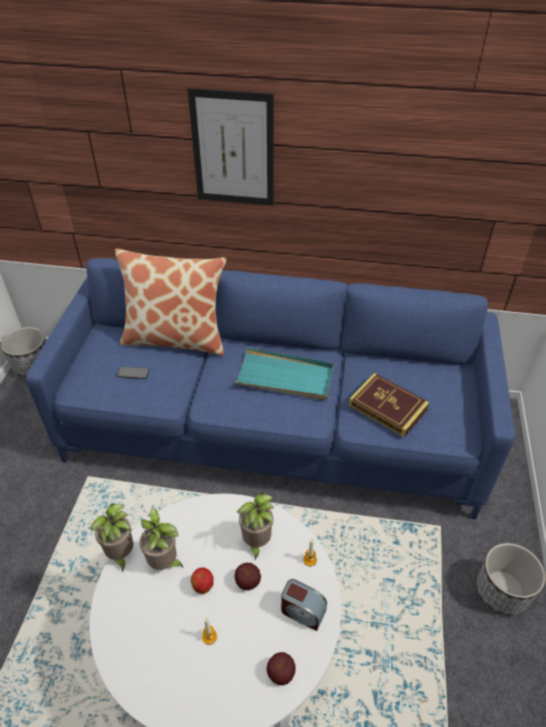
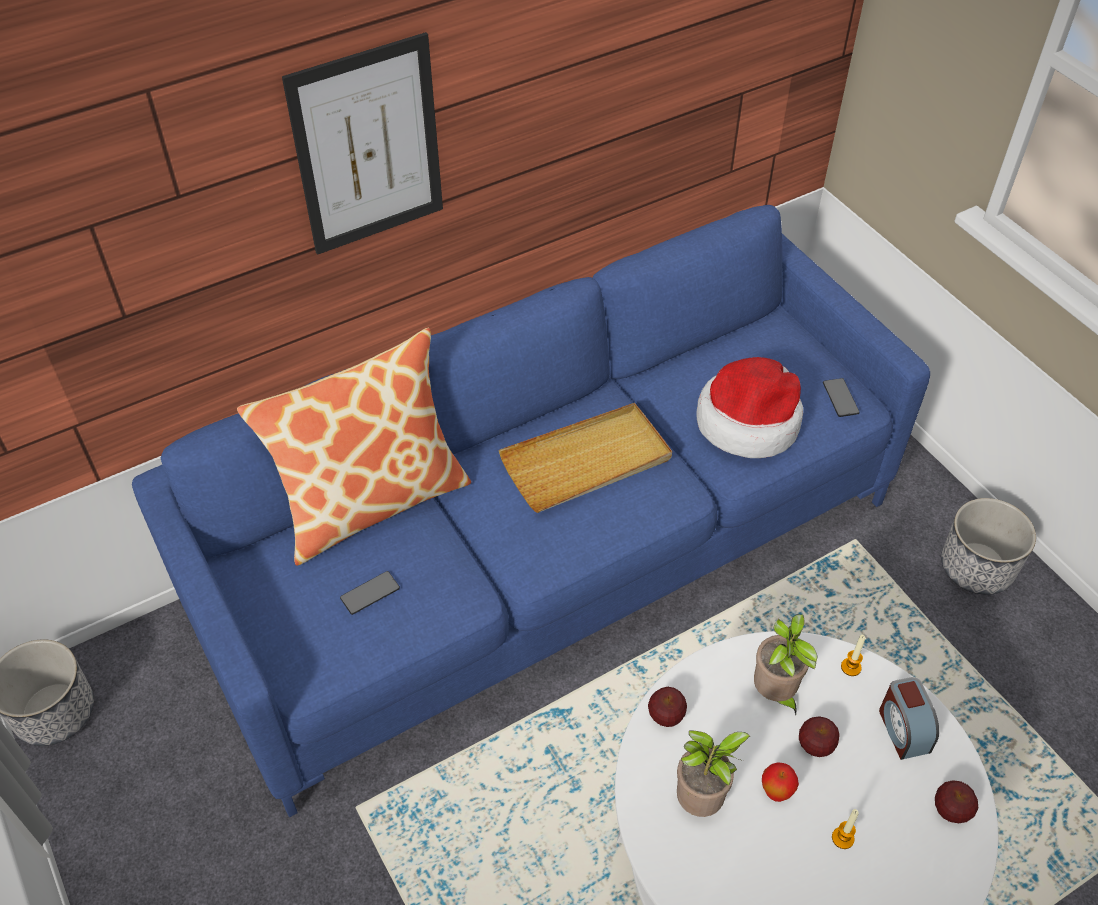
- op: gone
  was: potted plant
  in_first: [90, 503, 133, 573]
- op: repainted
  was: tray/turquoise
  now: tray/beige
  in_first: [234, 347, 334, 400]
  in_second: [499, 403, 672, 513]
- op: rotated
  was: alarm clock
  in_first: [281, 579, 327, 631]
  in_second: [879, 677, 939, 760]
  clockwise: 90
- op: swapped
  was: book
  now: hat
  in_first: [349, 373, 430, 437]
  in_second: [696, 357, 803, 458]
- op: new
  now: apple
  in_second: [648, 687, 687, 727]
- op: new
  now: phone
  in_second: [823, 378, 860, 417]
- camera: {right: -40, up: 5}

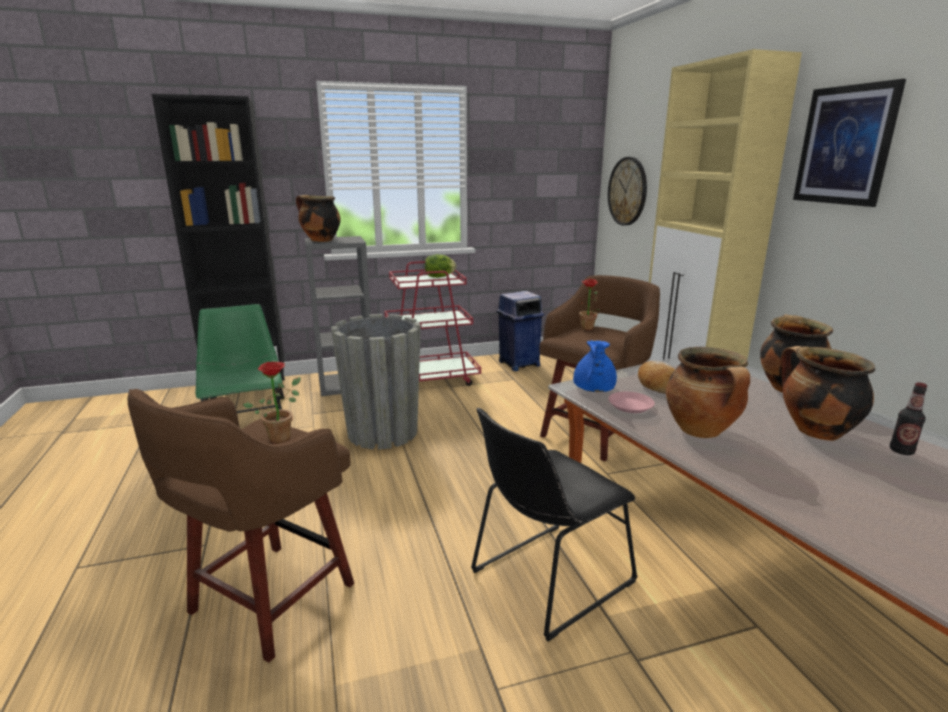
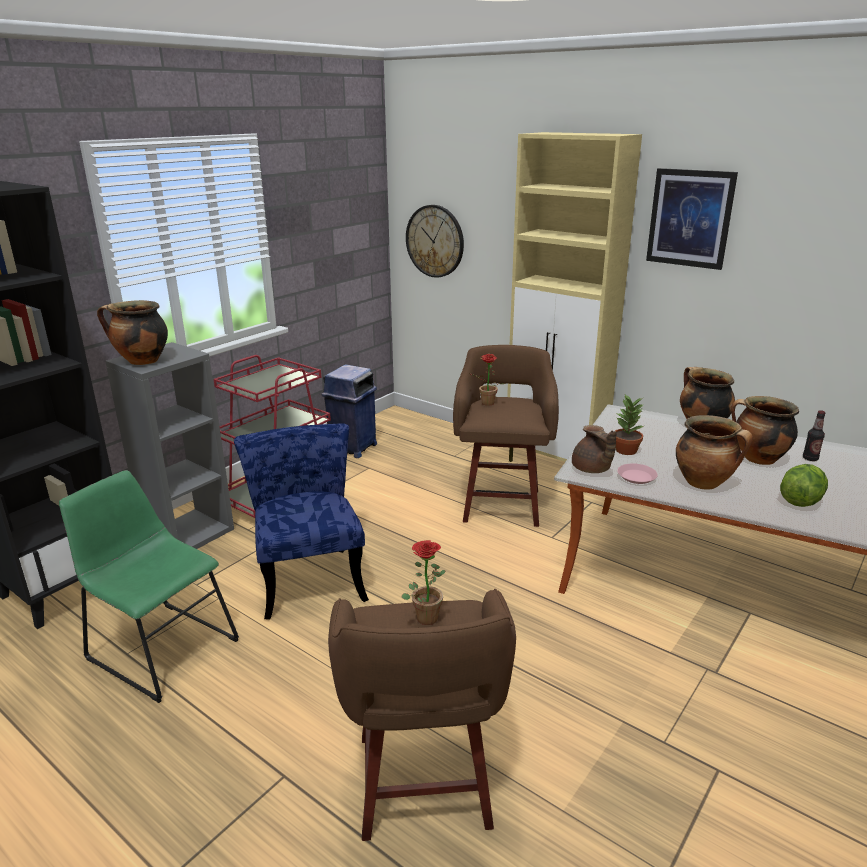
- op: swapped
  was: planter/grey
  now: chair/blue
  in_first: [331, 314, 421, 450]
  in_second: [234, 423, 369, 619]
- op: shifted
  was: lettuce
  in_first: [425, 254, 456, 278]
  in_second: [780, 464, 828, 507]
- op: gone
  was: chair/black
  in_first: [471, 408, 637, 642]
- op: repainted
  was: teapot/blue
  now: teapot/brown
  in_first: [573, 340, 617, 392]
  in_second: [572, 425, 617, 473]
- op: swapped
  was: bread
  now: potted plant
  in_first: [638, 361, 675, 394]
  in_second: [614, 395, 644, 455]
- camera: {right: -35, up: 5}

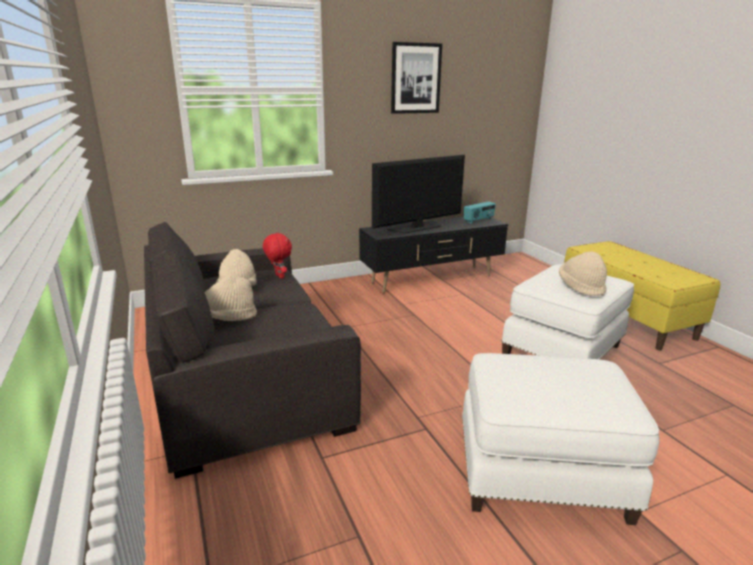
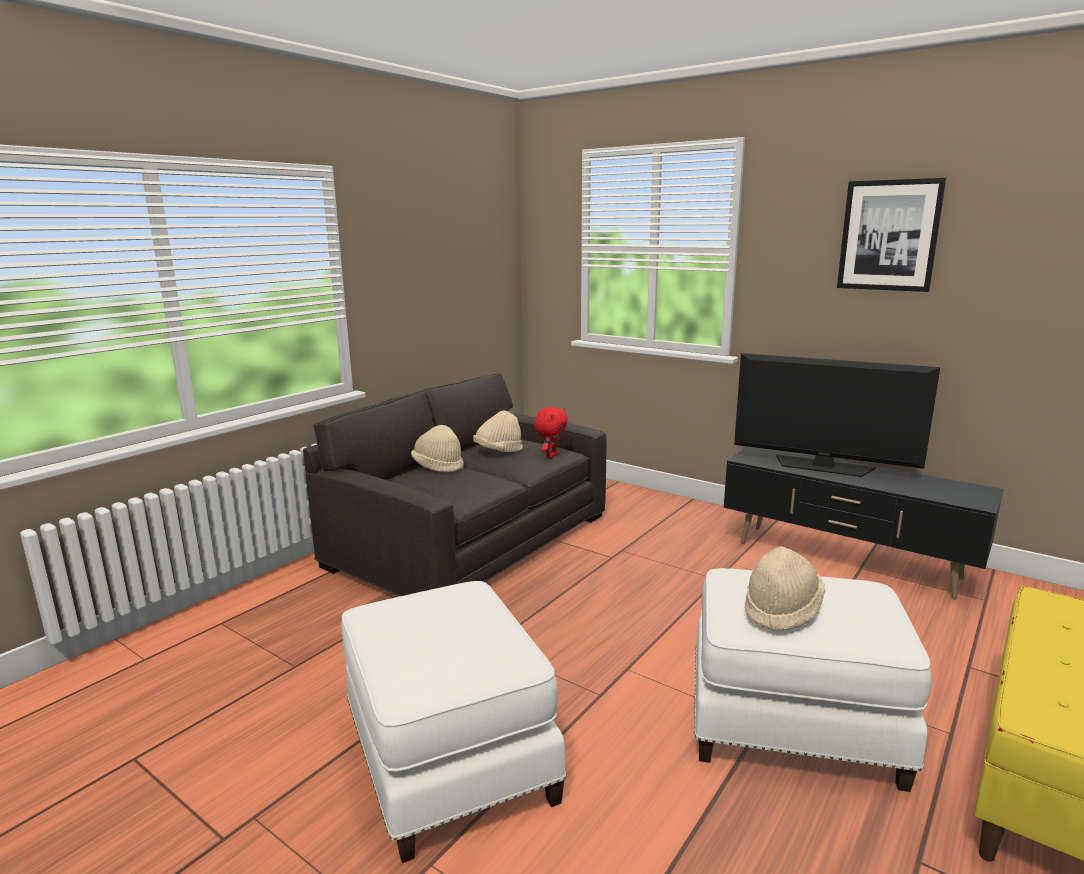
- op: gone
  was: radio
  in_first: [464, 202, 496, 224]
- camera: {right: 60, up: -5}

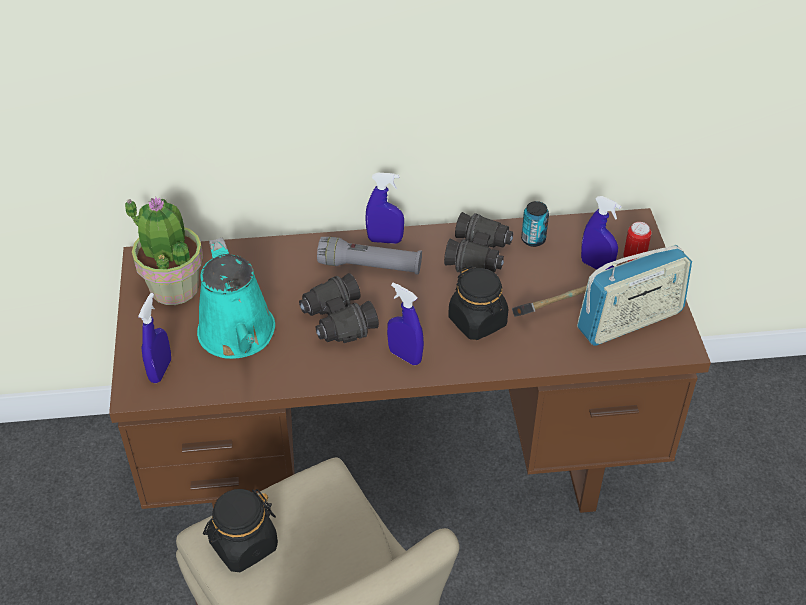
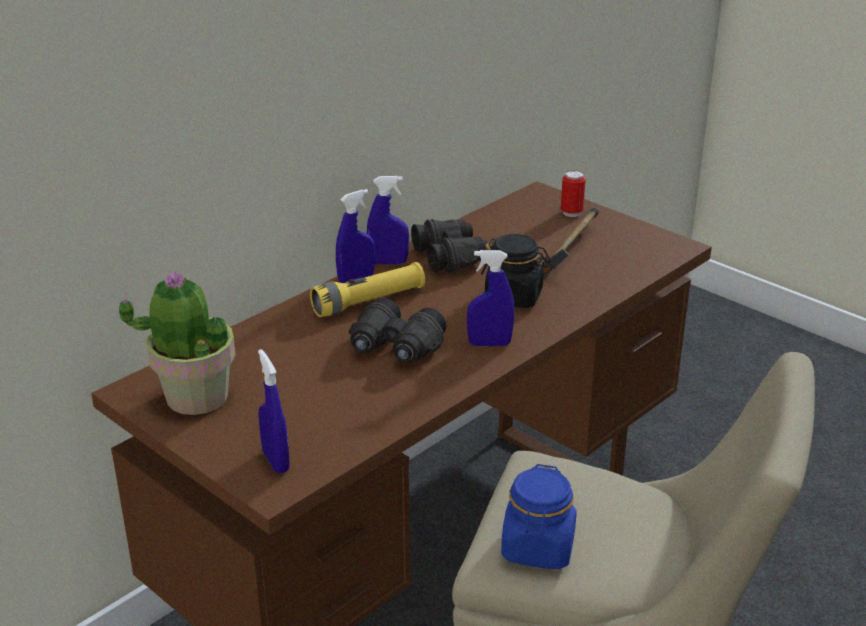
- op: gone
  was: watering can/turquoise
  in_first: [197, 238, 275, 359]
- op: repainted
  was: jar/black
  now: jar/blue
  in_first: [203, 489, 278, 572]
  in_second: [501, 464, 577, 569]
- op: repainted
  was: flashlight/grey
  now: flashlight/yellow
  in_first: [317, 237, 422, 274]
  in_second: [310, 262, 425, 317]
- op: gone
  was: can
  in_first: [521, 201, 549, 247]
- op: gone
  was: radio
  in_first: [577, 244, 692, 345]
- op: shifted
  was: spray bottle/blue
  in_first: [581, 196, 621, 270]
  in_second: [367, 176, 409, 264]
- camera: {right: -40, up: -15}

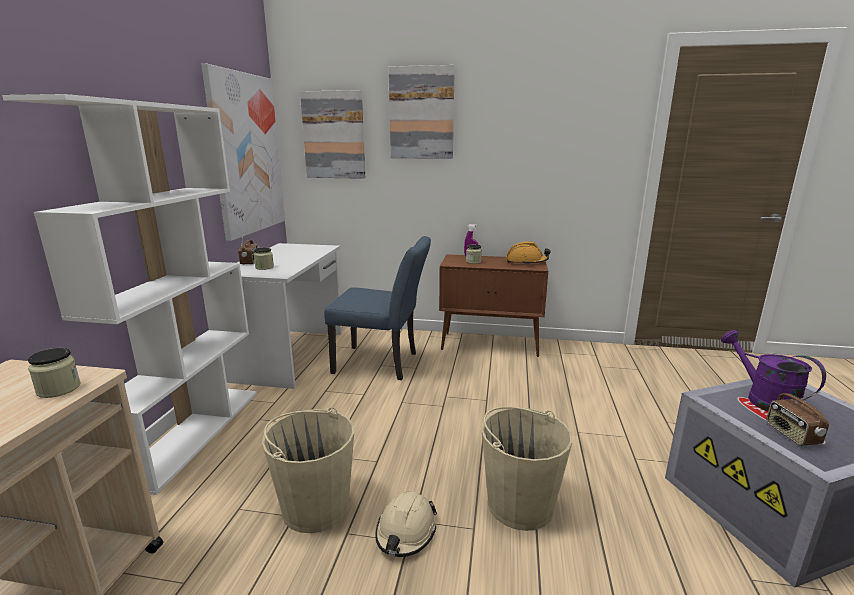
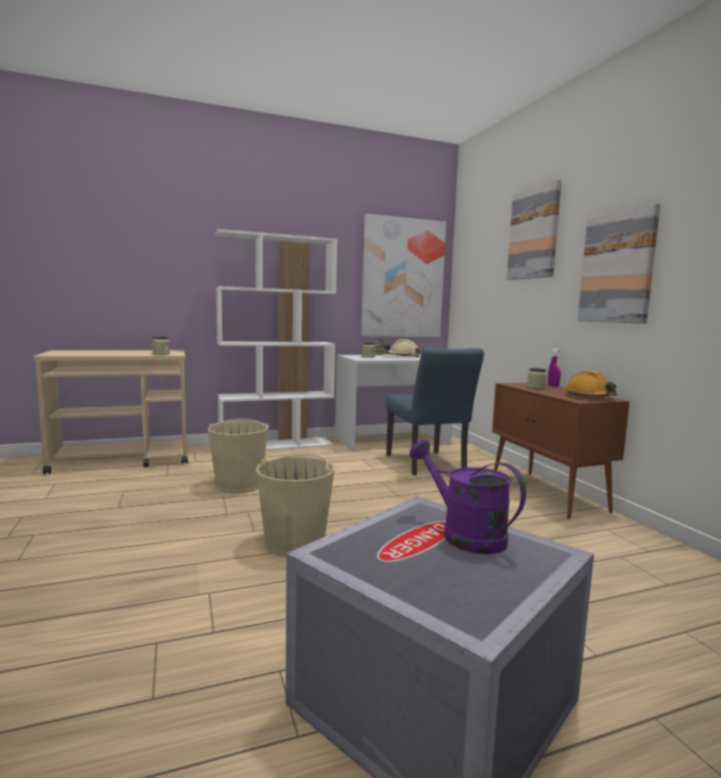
- op: shifted
  was: picture
  in_first: [300, 90, 365, 179]
  in_second: [578, 204, 660, 324]
- op: shifted
  was: hard hat/beige
  in_first: [375, 491, 437, 557]
  in_second: [385, 339, 420, 357]
- op: rotated
  was: watering can/purple
  in_first: [721, 330, 826, 412]
  in_second: [409, 439, 526, 554]
  clockwise: -75
- op: gone
  was: radio
  in_first: [767, 391, 829, 446]
- camera: {right: 60, up: -10}

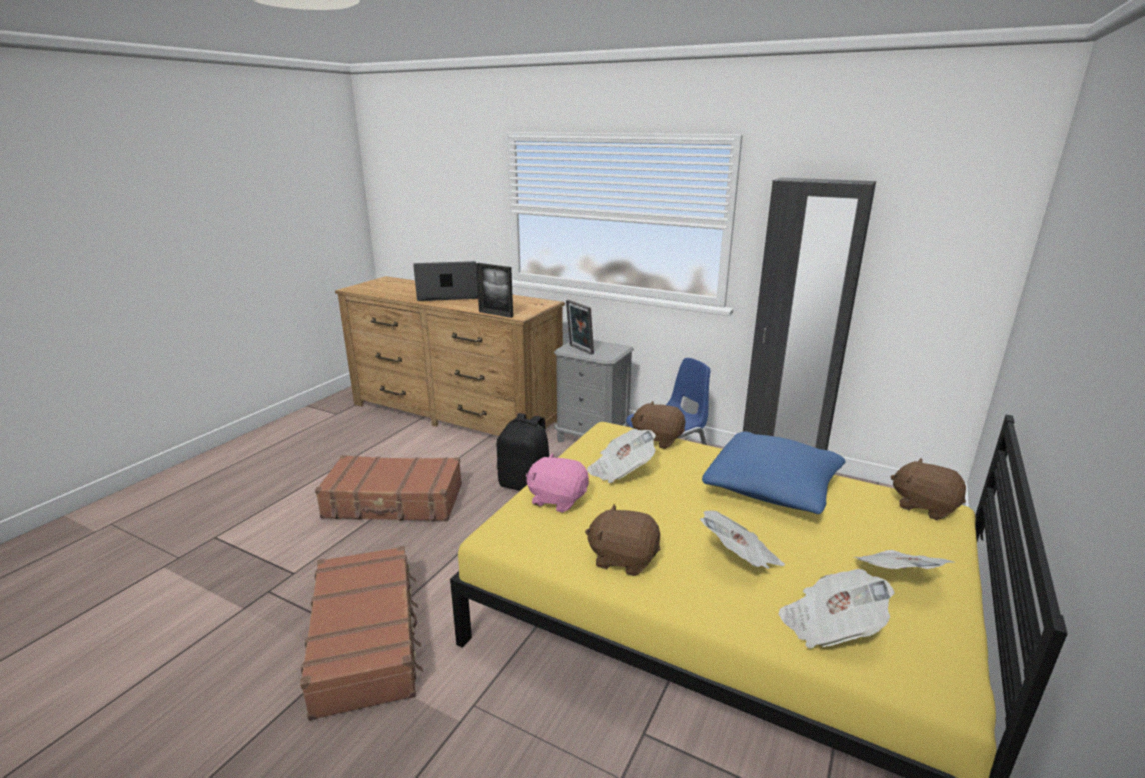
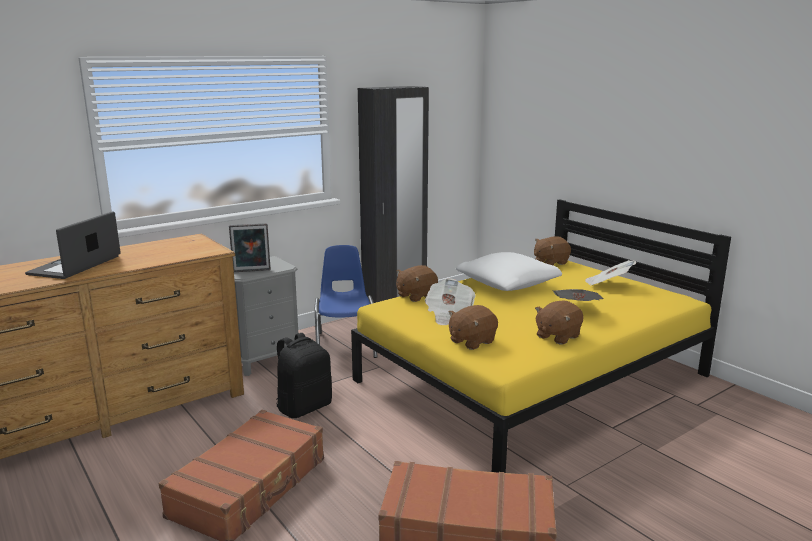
- op: gone
  was: picture frame
  in_first: [476, 263, 513, 318]
- op: repainted
  was: plush toy/pink
  now: plush toy/brown
  in_first: [526, 453, 589, 513]
  in_second: [448, 305, 498, 350]
- op: repainted
  was: pillow/blue
  now: pillow/white
  in_first: [702, 432, 846, 514]
  in_second: [456, 252, 562, 291]
- op: gone
  was: newspaper
  in_first: [778, 569, 895, 649]
- camera: {right: -65, up: -5}

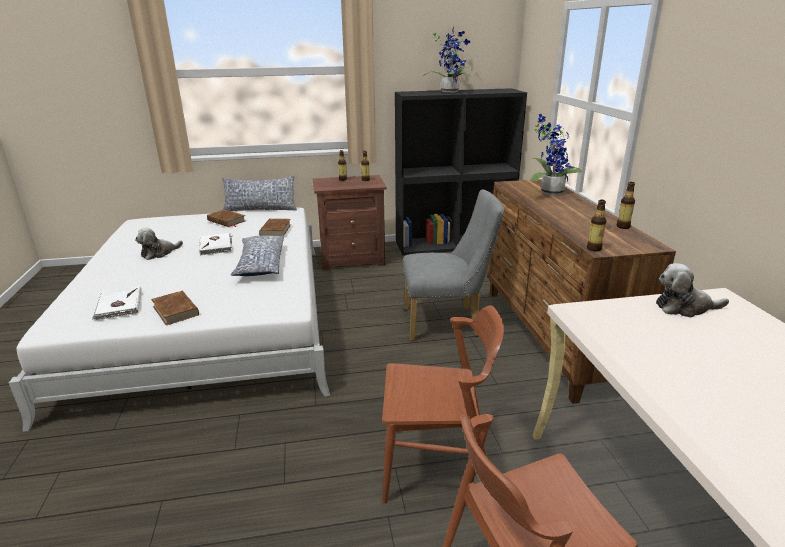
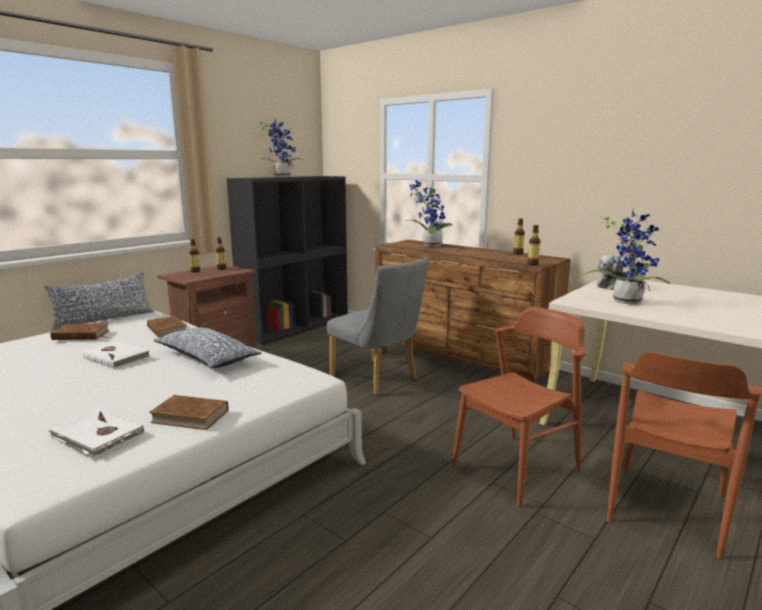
- op: gone
  was: plush toy
  in_first: [135, 228, 183, 260]
- op: rotated
  was: chair/grey
  in_first: [403, 189, 504, 341]
  in_second: [327, 258, 430, 395]
  clockwise: 90
- op: new
  now: potted plant
  in_second: [583, 211, 670, 304]
- camera: {right: -40, up: -10}

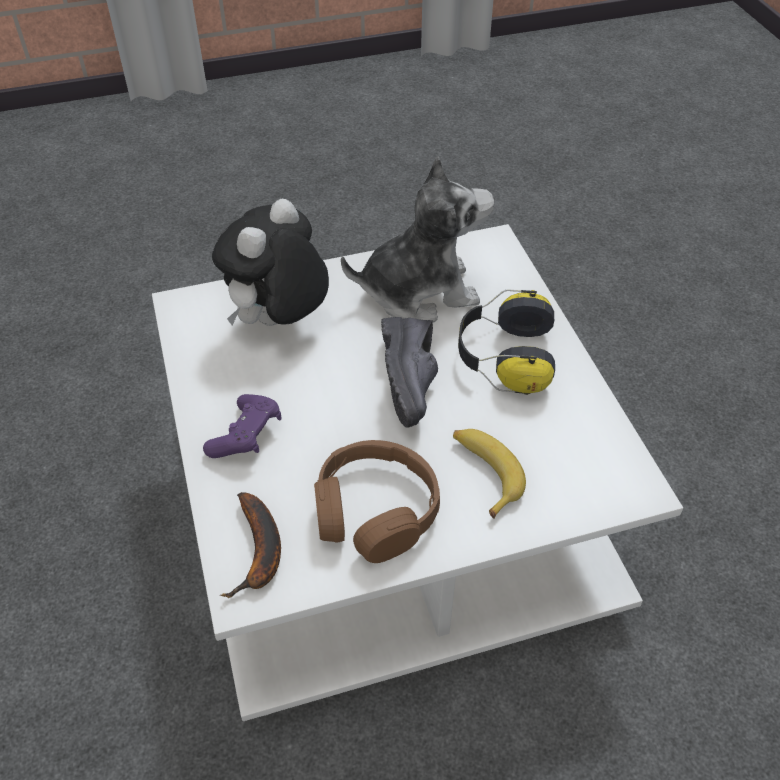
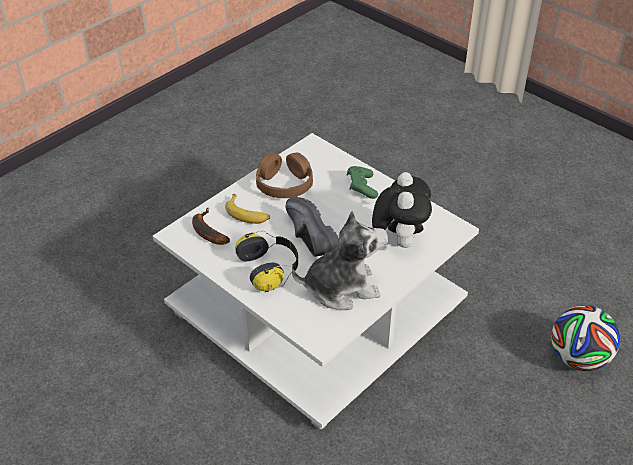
- op: repainted
  was: game controller/purple
  now: game controller/green
  in_first: [203, 394, 282, 458]
  in_second: [347, 166, 378, 199]
- op: shifted
  was: banana
  in_first: [220, 492, 281, 598]
  in_second: [192, 208, 230, 245]
- op: rotated
  was: plush toy
  in_first: [341, 156, 495, 323]
  in_second: [292, 211, 388, 310]
  clockwise: -150
- op: new
  now: football
  in_second: [551, 305, 620, 371]
- camera: {right: 150, up: -5}

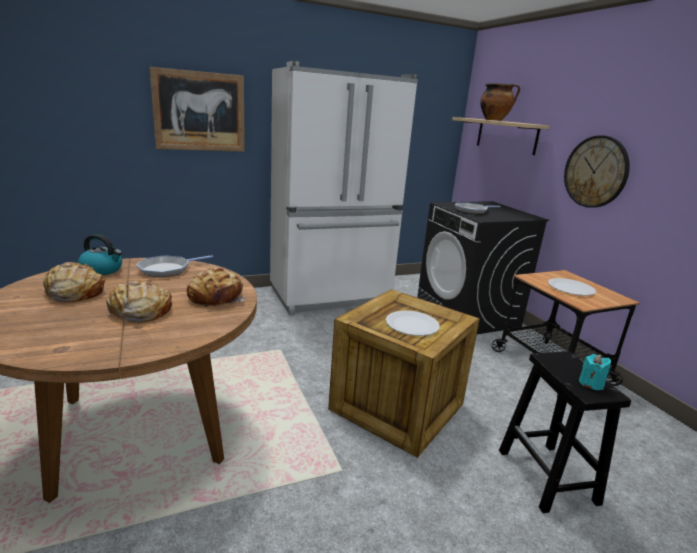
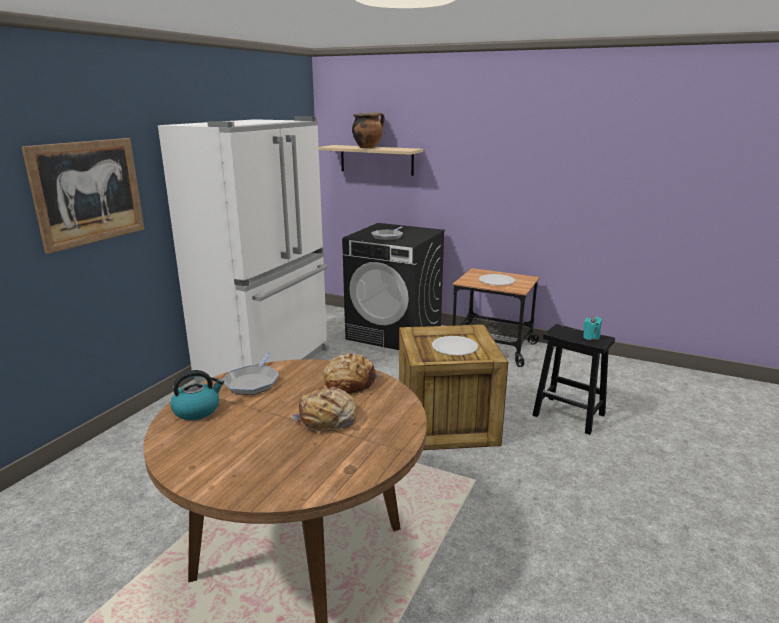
- op: gone
  was: bread
  in_first: [42, 262, 105, 302]
- op: gone
  was: wall clock
  in_first: [564, 135, 630, 208]
- camera: {right: -40, up: 0}

